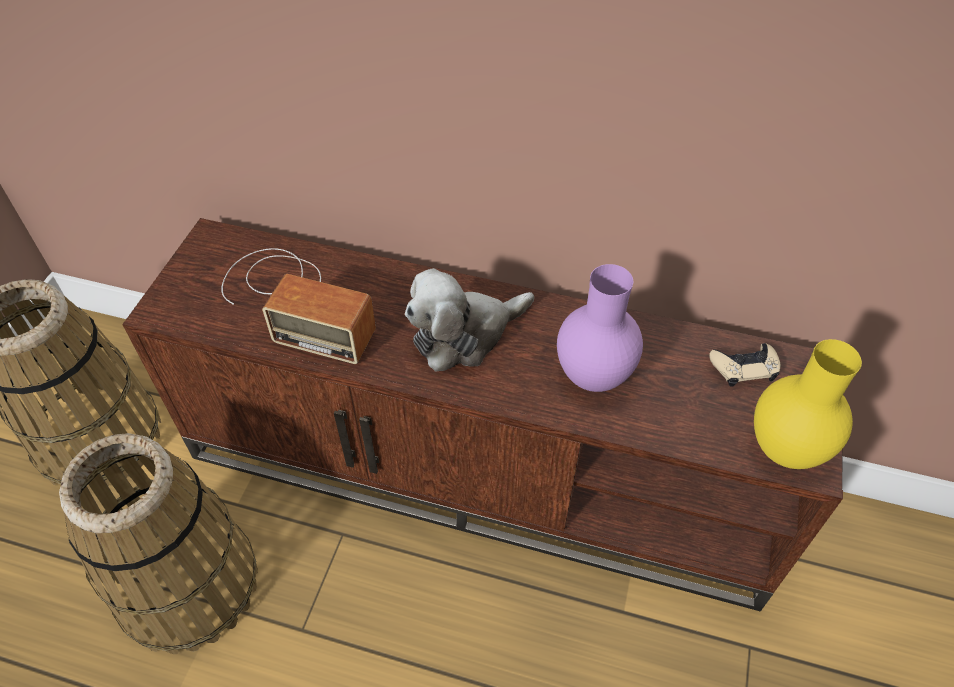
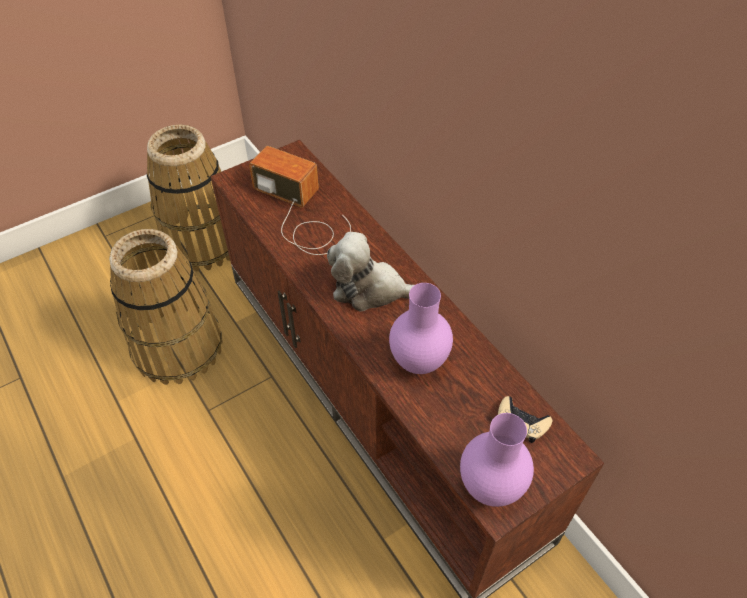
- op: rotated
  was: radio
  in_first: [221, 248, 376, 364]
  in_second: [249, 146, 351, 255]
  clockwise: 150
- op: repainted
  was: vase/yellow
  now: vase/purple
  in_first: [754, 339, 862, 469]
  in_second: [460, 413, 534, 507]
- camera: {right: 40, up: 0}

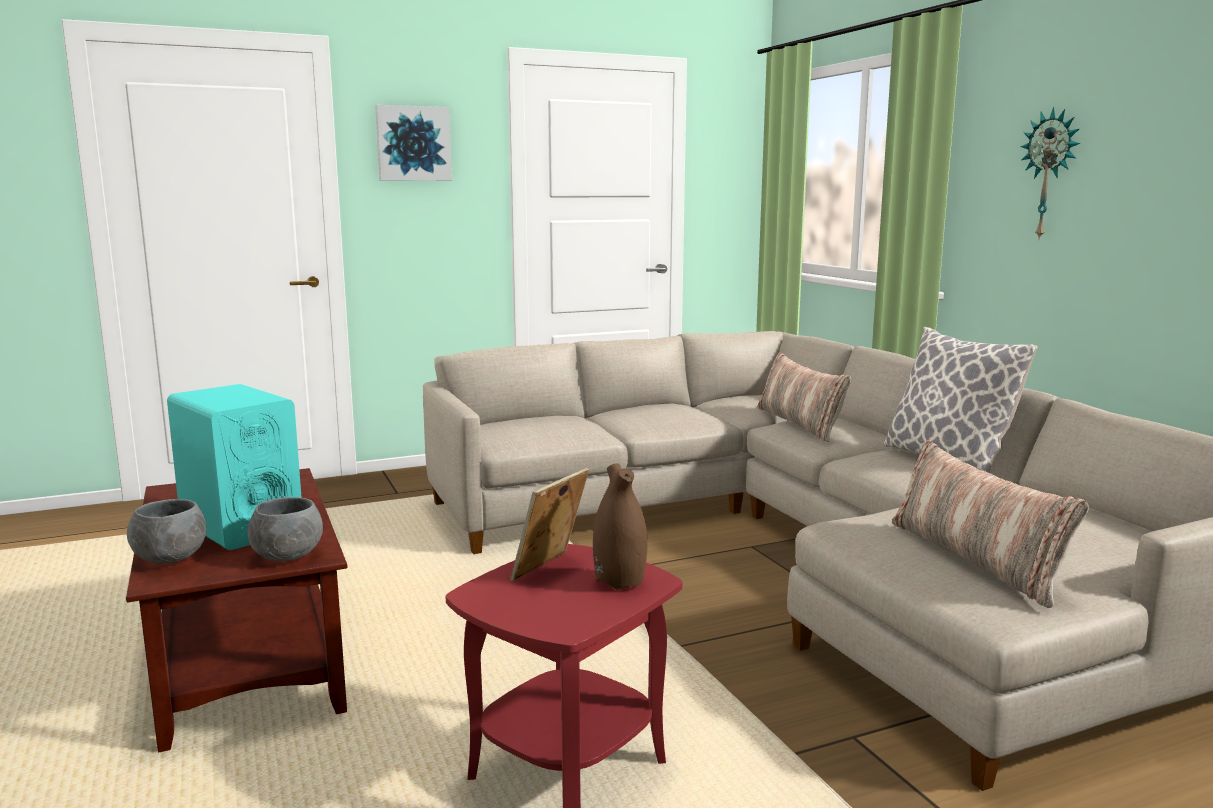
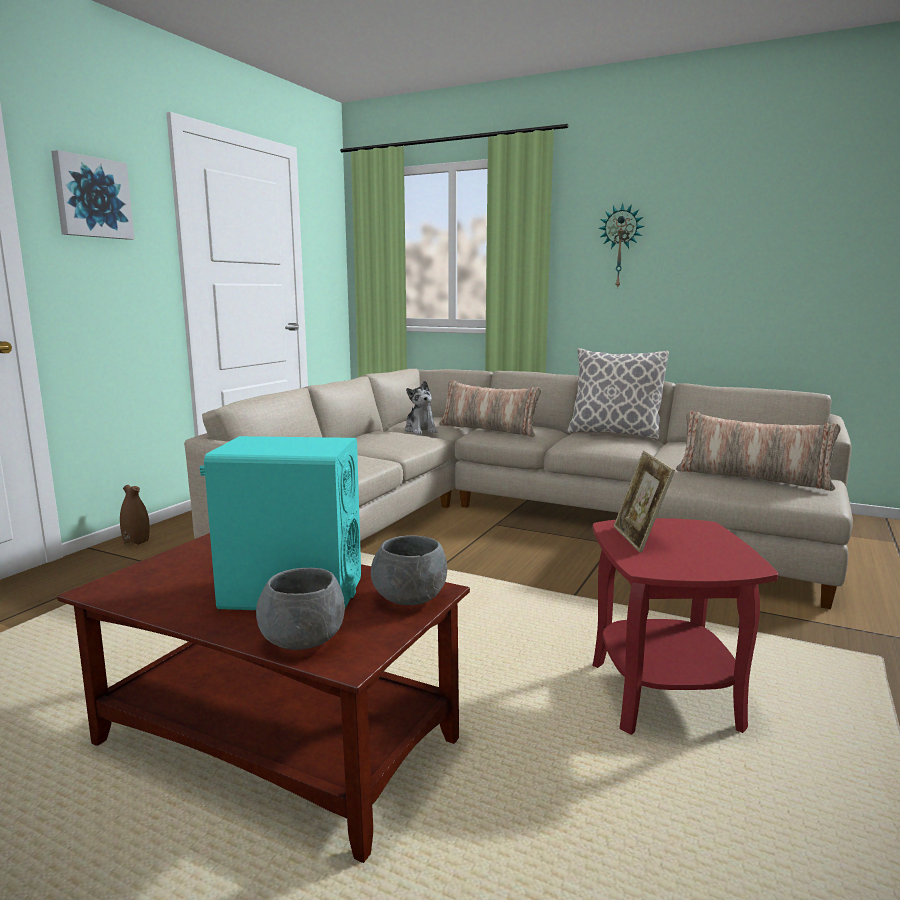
- op: shifted
  was: vase/brown
  in_first: [593, 463, 648, 590]
  in_second: [120, 485, 150, 545]
- op: new
  now: plush toy
  in_second: [405, 381, 438, 435]
- camera: {right: -40, up: 0}

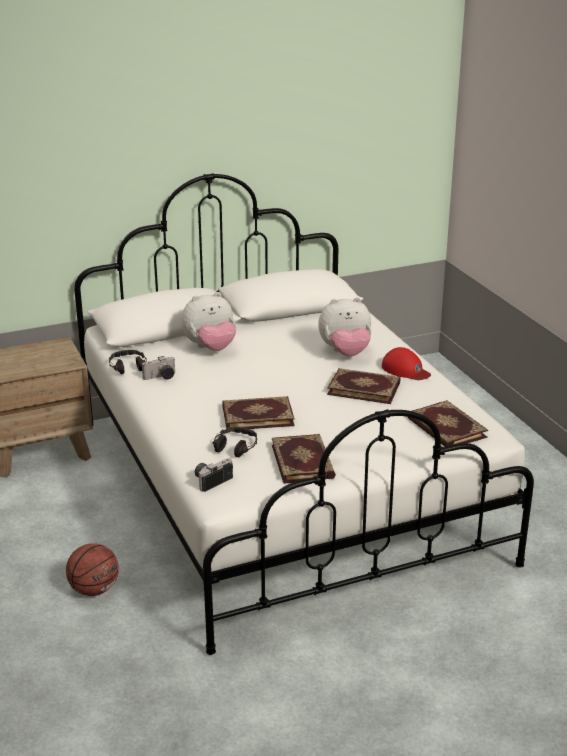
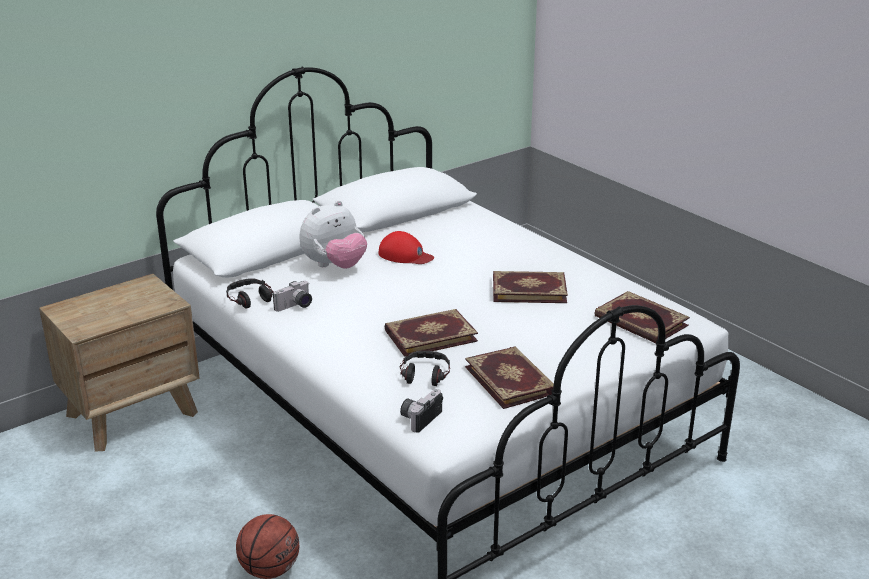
- op: gone
  was: plush toy
  in_first: [318, 297, 372, 357]
- op: shifted
  was: cap/red
  in_first: [382, 347, 431, 380]
  in_second: [379, 231, 434, 264]
- camera: {right: -15, up: 0}

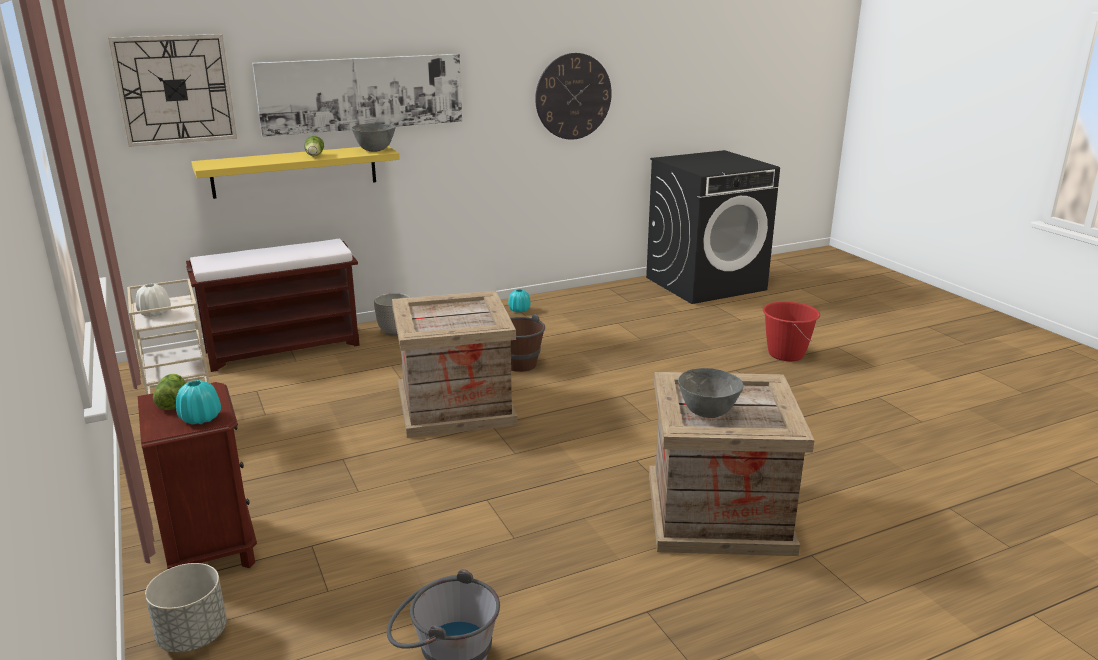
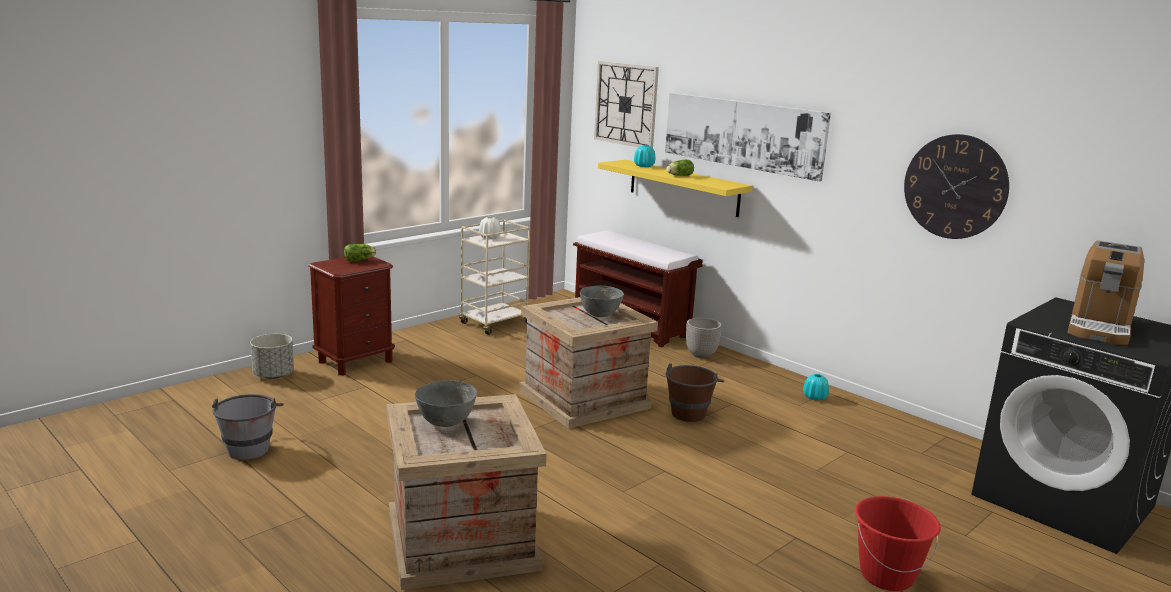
- op: shifted
  was: vase/turquoise
  in_first: [176, 380, 221, 425]
  in_second: [634, 145, 655, 167]
- op: shifted
  was: bowl/grey
  in_first: [352, 123, 396, 152]
  in_second: [580, 286, 624, 317]
- op: new
  now: coffee machine
  in_second: [1067, 240, 1144, 345]
- camera: {right: 70, up: -5}

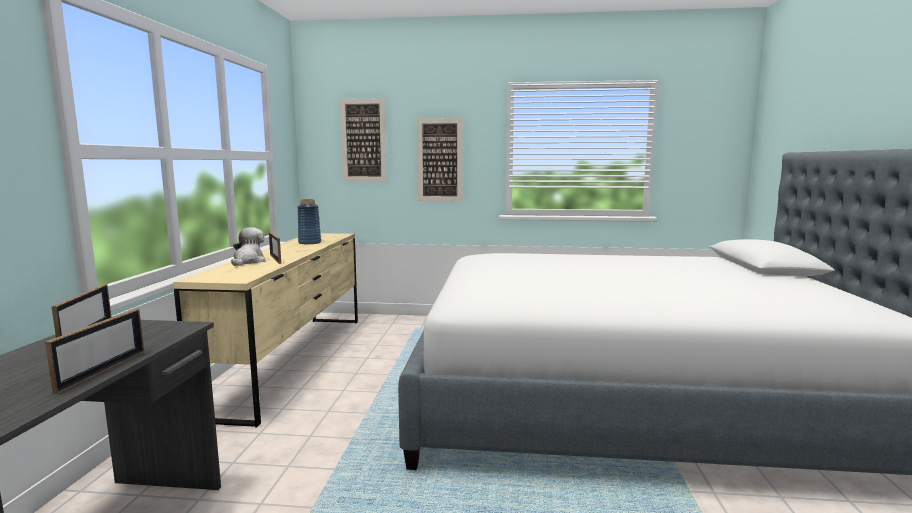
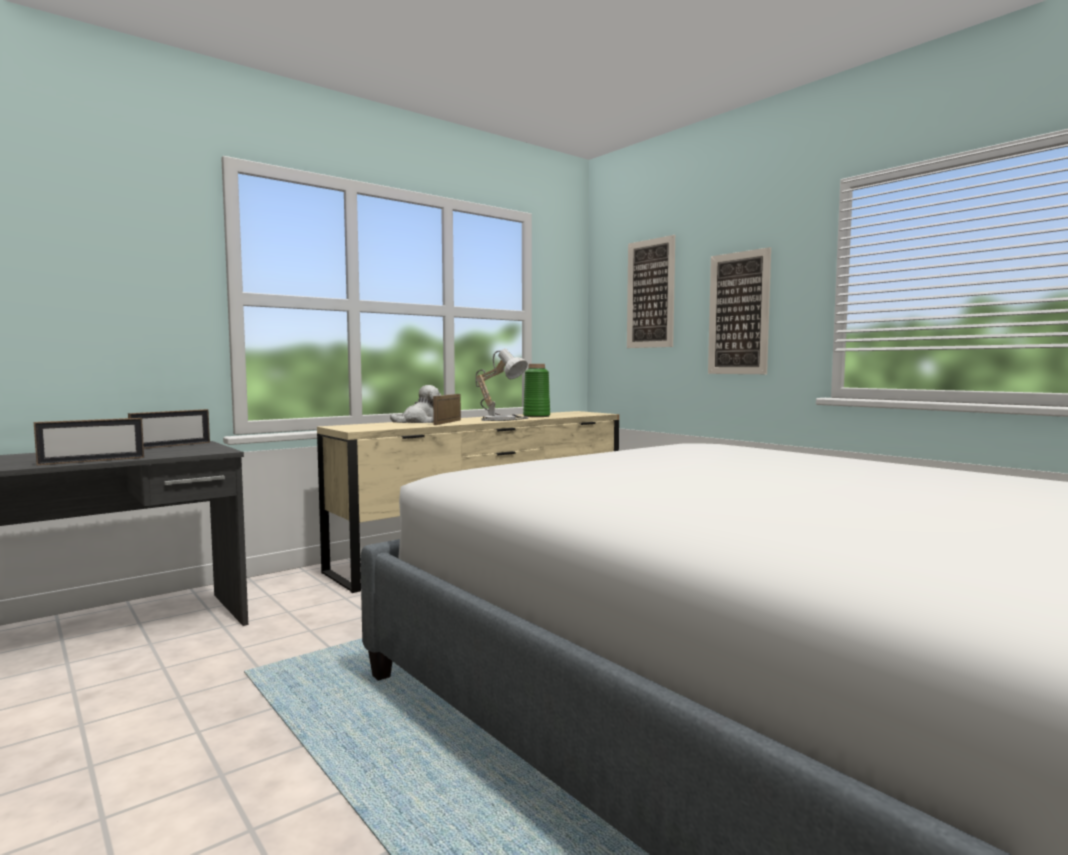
- op: repainted
  was: vase/blue
  now: vase/green
  in_first: [298, 199, 321, 244]
  in_second: [523, 364, 550, 417]
- op: new
  now: table lamp
  in_second: [476, 349, 528, 421]
- camera: {right: 45, up: -5}

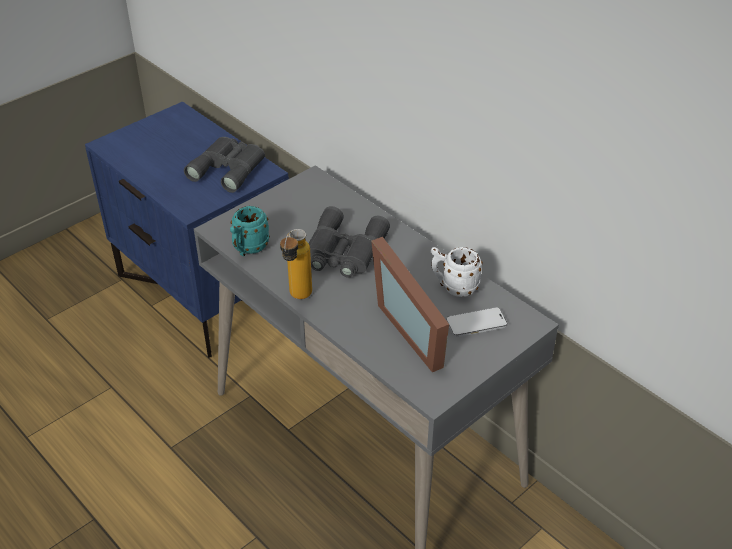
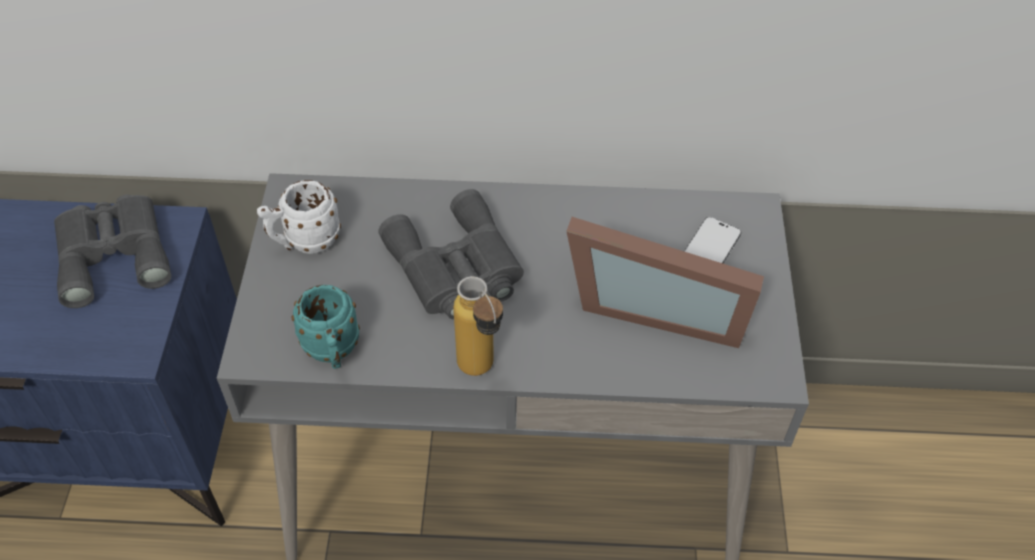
- op: shifted
  was: mug/white
  in_first: [431, 247, 483, 297]
  in_second: [257, 180, 341, 254]
- camera: {right: -45, up: 10}

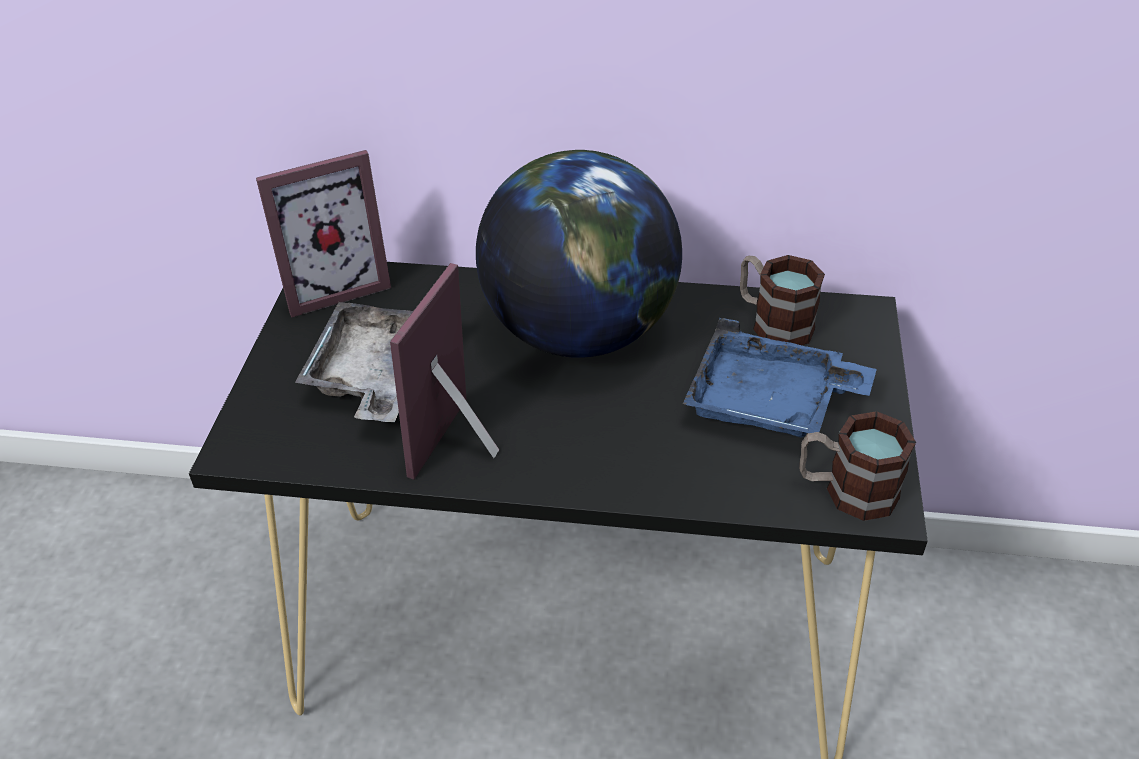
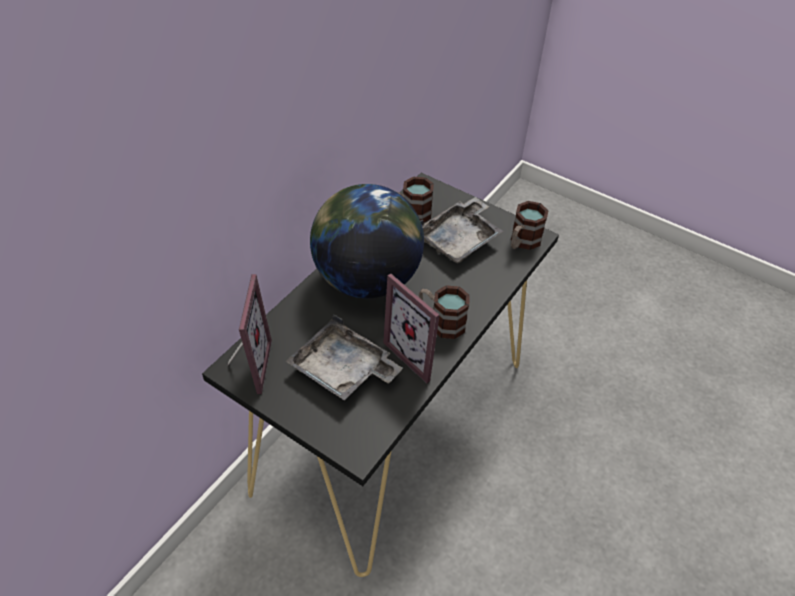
- op: repainted
  was: tray/blue
  now: tray/grey
  in_first: [683, 317, 877, 438]
  in_second: [421, 197, 503, 263]
- op: new
  now: mug
  in_second: [419, 285, 470, 339]
- camera: {right: -65, up: 5}

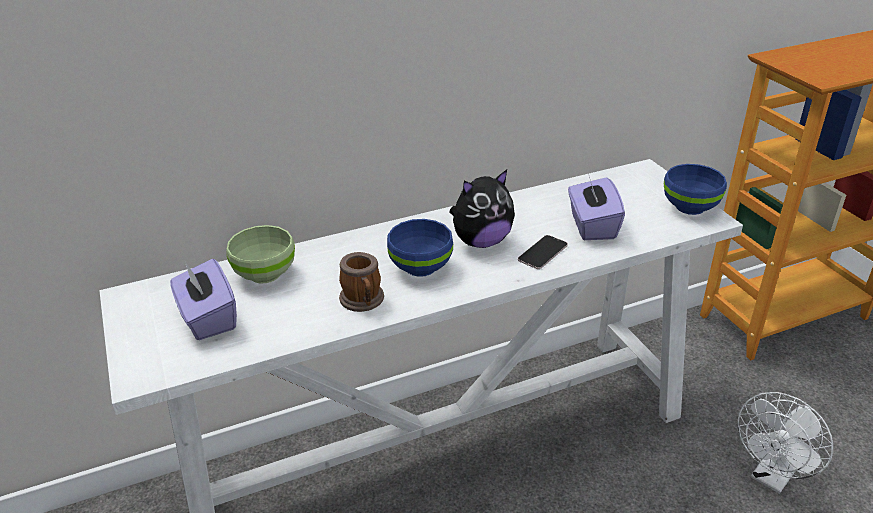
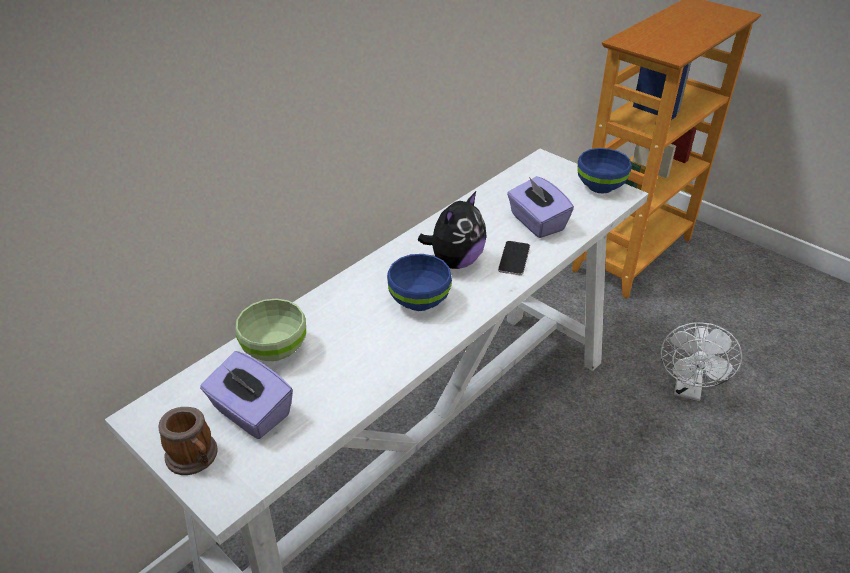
- op: shifted
  was: mug
  in_first: [339, 252, 384, 312]
  in_second: [159, 407, 218, 475]
- camera: {right: -25, up: 5}

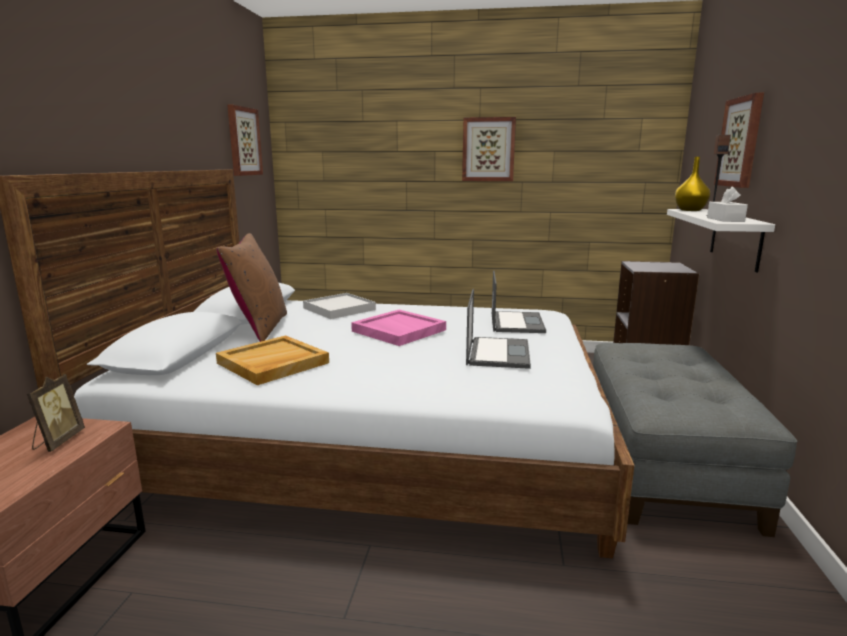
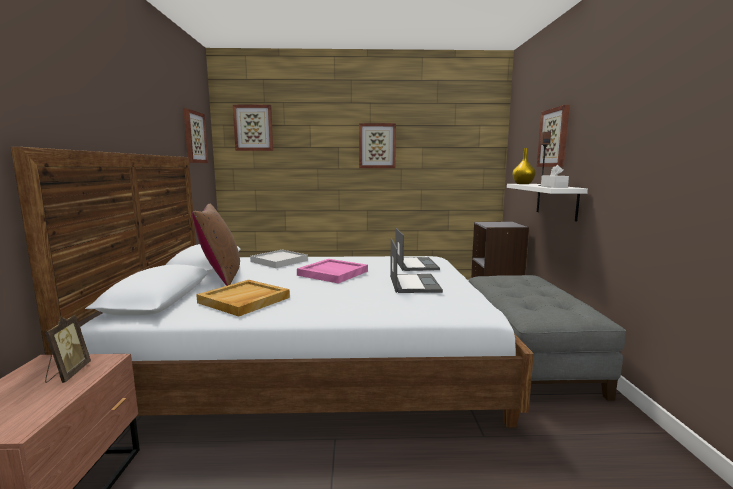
- op: new
  now: picture
  in_second: [233, 104, 273, 151]
- camera: {right: -10, up: -5}

